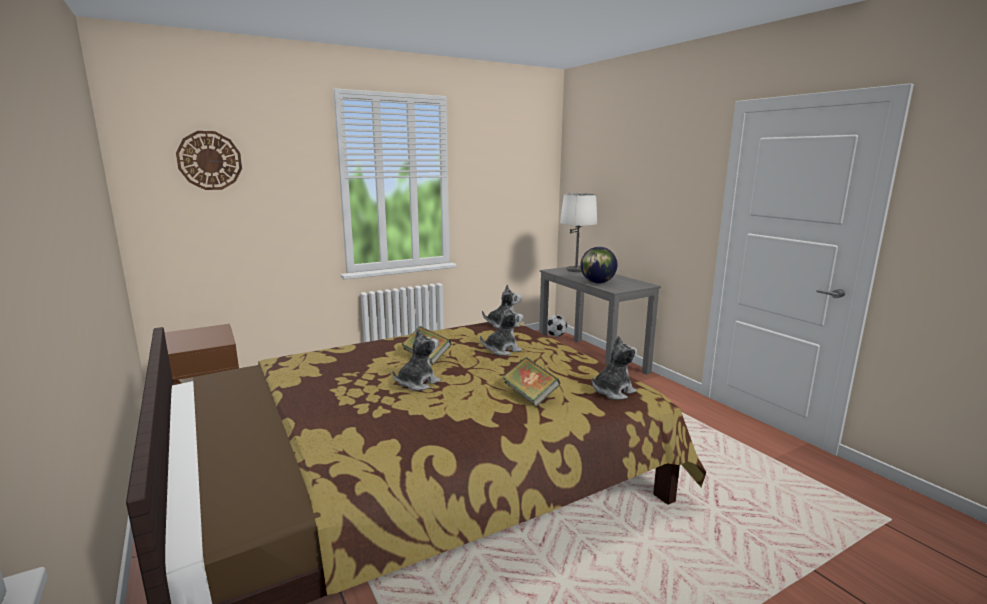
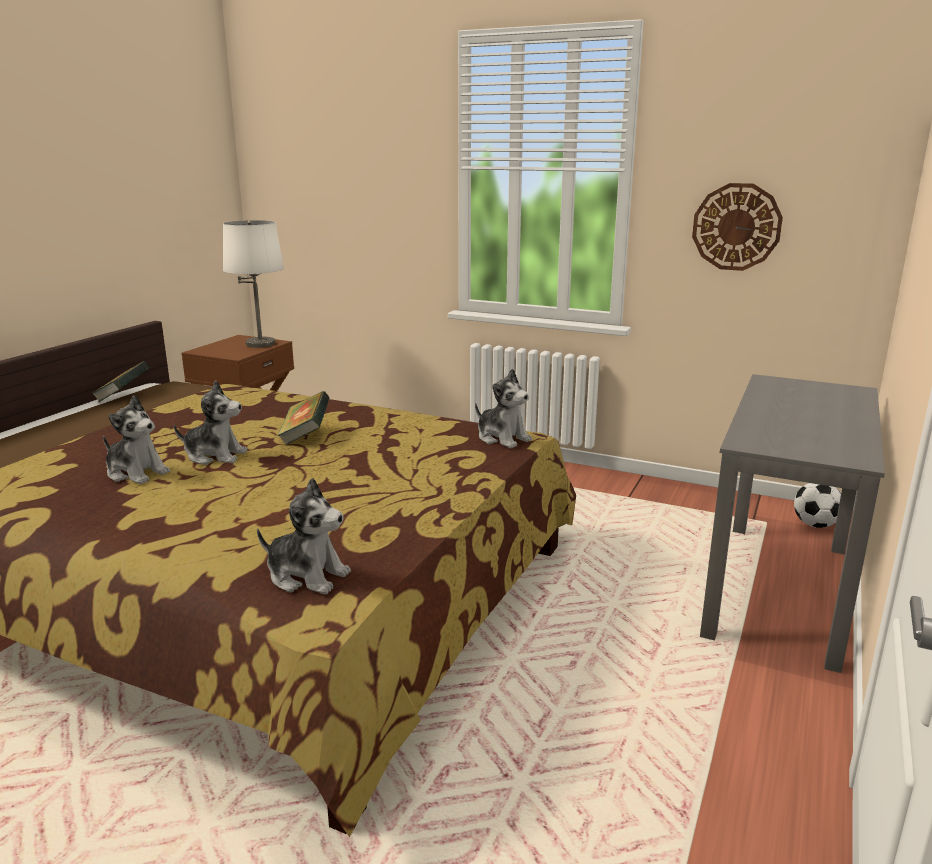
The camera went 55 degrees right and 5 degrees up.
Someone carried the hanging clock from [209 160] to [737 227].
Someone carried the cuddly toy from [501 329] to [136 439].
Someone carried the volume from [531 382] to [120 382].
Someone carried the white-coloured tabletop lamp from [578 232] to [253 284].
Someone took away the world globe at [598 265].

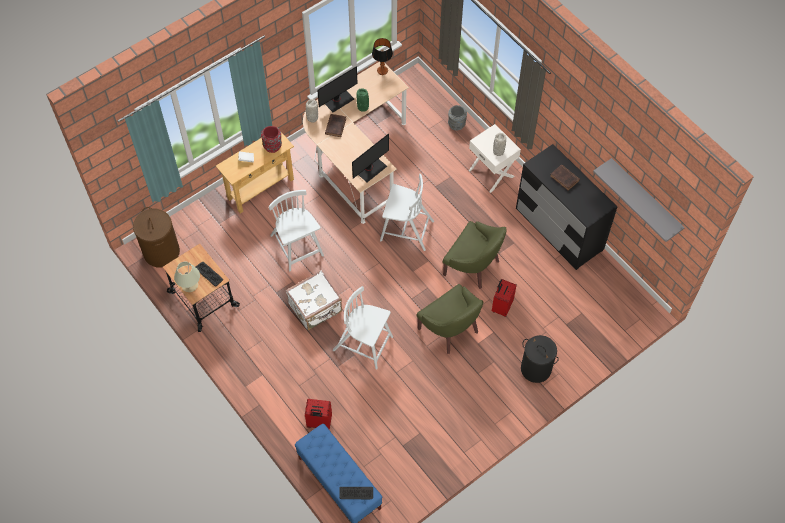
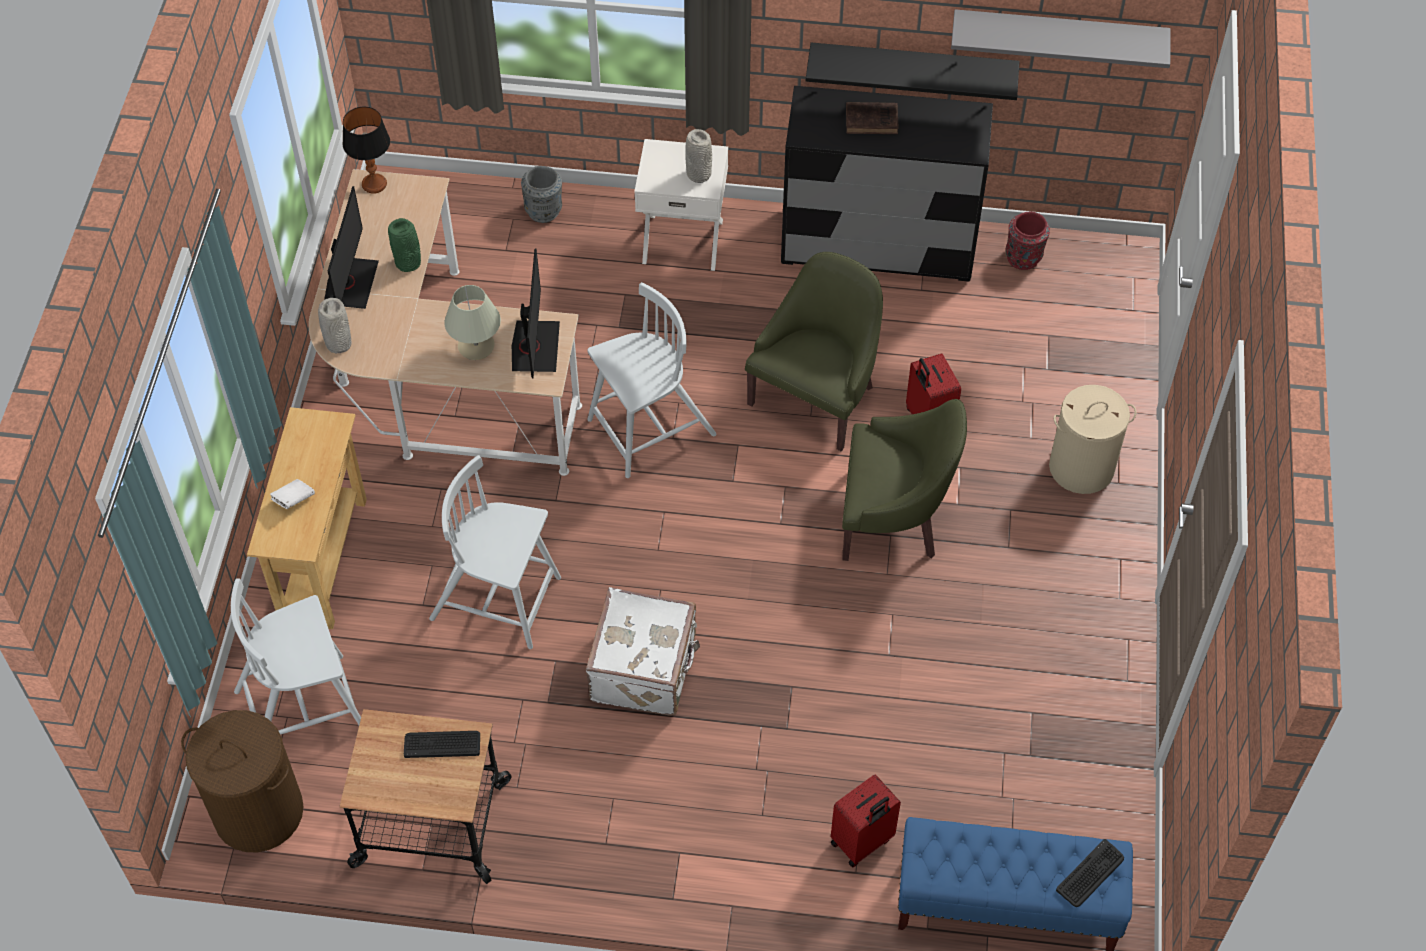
The camera went 45 degrees left and 5 degrees down.
Someone carried the beige tabletop lamp from [187 277] to [472 322].
Someone carried the reddish vase from [271 139] to [1027 241].
Someone took away the brown volume at [335 125].
Someone carried the white-coloured chair from [363 327] to [296 656].
Someone rotated the green-coloured armchair at [475 255] by 45 degrees counterclockwise.
Someone repainted the black washing basket at [540 359], which became the beige washing basket at [1092 439].
Someone put up the black bracket shelf at [912 71].

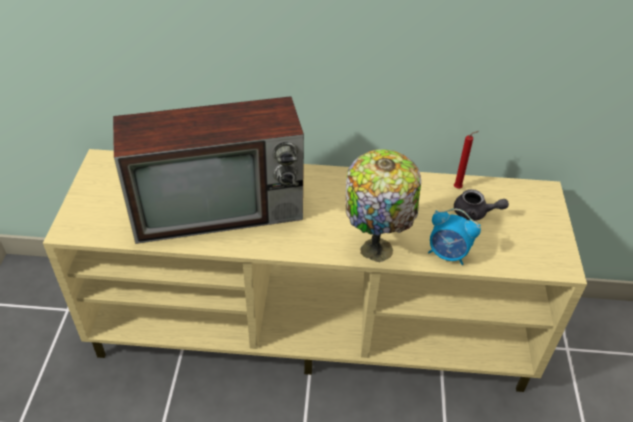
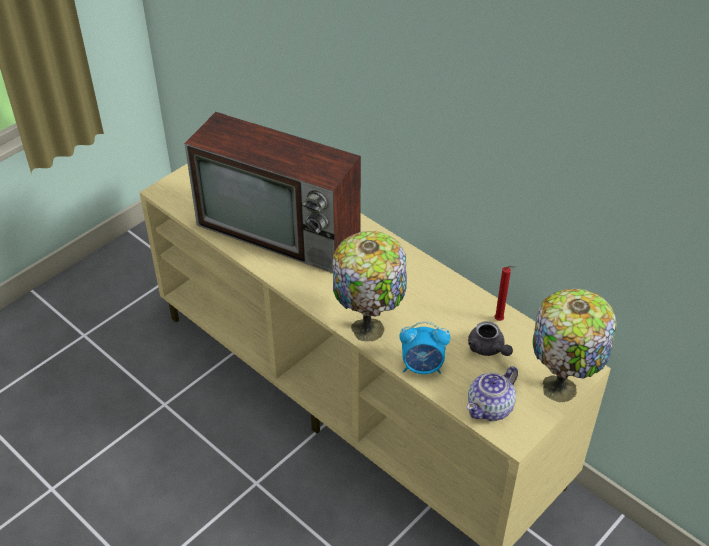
The camera went 40 degrees right and 0 degrees up.
Someone rotated the table clock at [454 237] by 60 degrees counterclockwise.
Someone put down the pot for tea at [492 393].
Someone put down the tabletop lamp at [574 345].

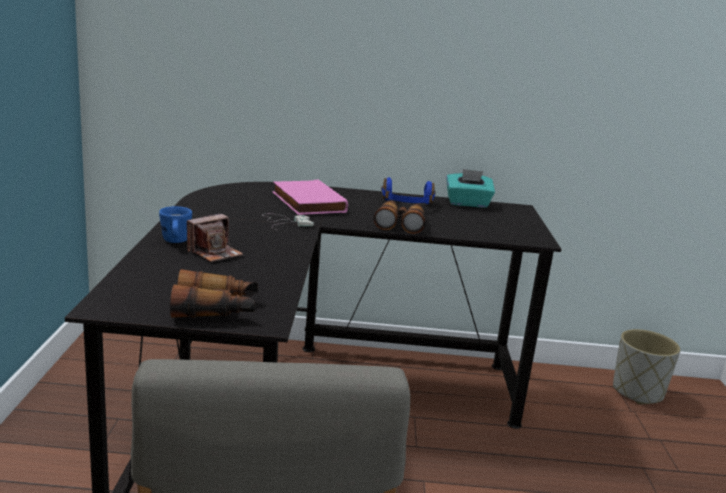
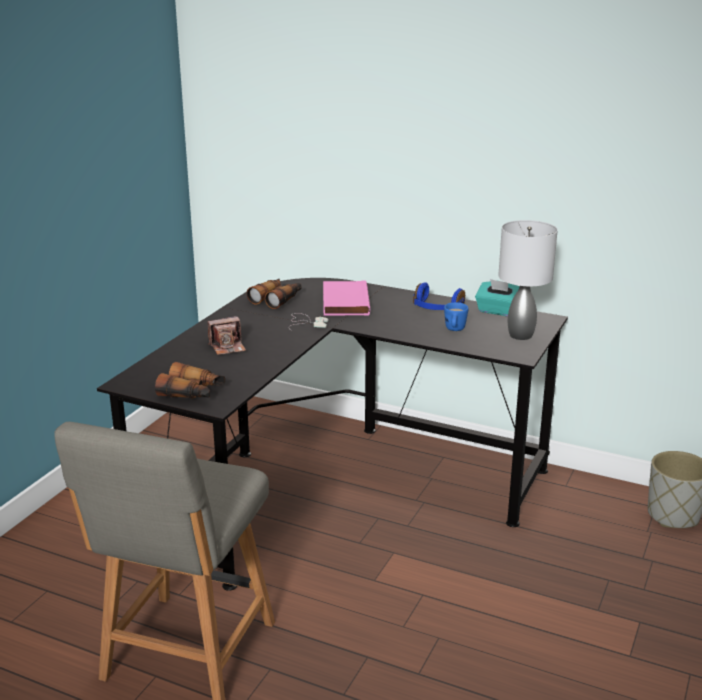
The camera went 25 degrees right and 5 degrees up.
Someone carried the blue tea mug from [175 224] to [456 316].
Someone carried the binoculars from [399 217] to [274 294].
Someone put down the gray tabletop lamp at [528 280].

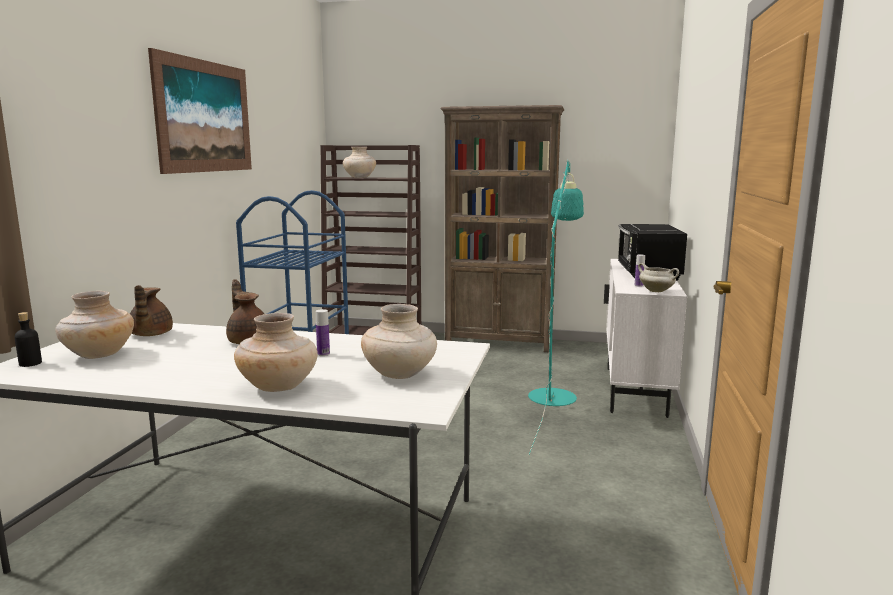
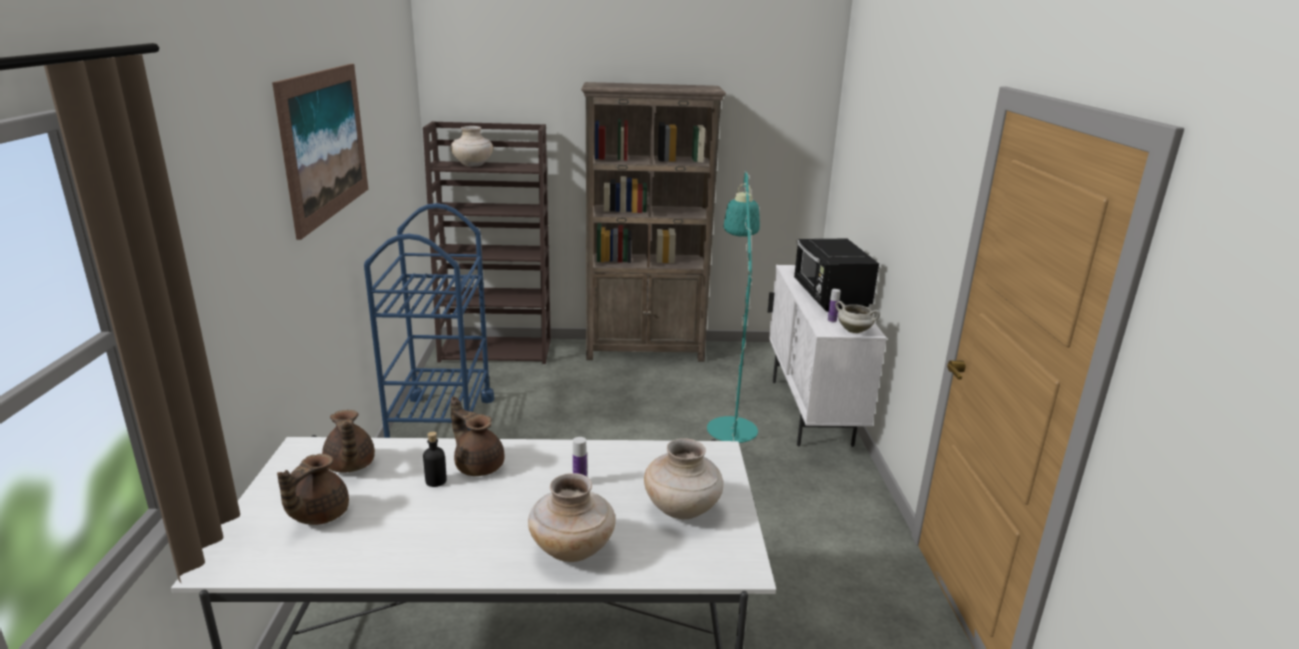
The camera went 15 degrees left and 10 degrees up.
Someone carried the black drink bottle from [28 339] to [435 459].
Someone swapped the beige vase at [94 325] for the brown pot for tea at [313 489].

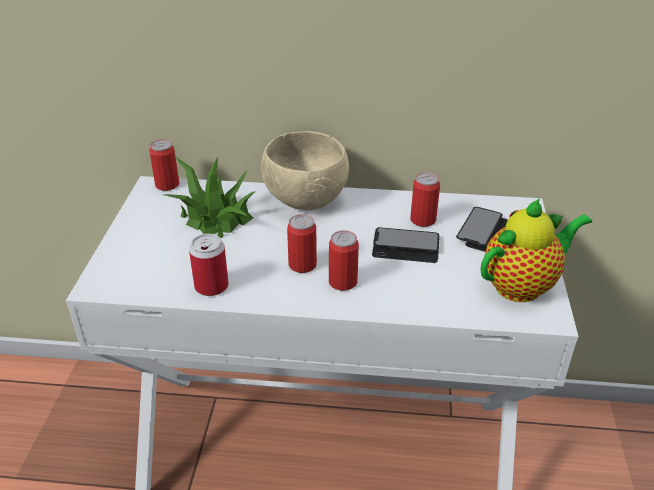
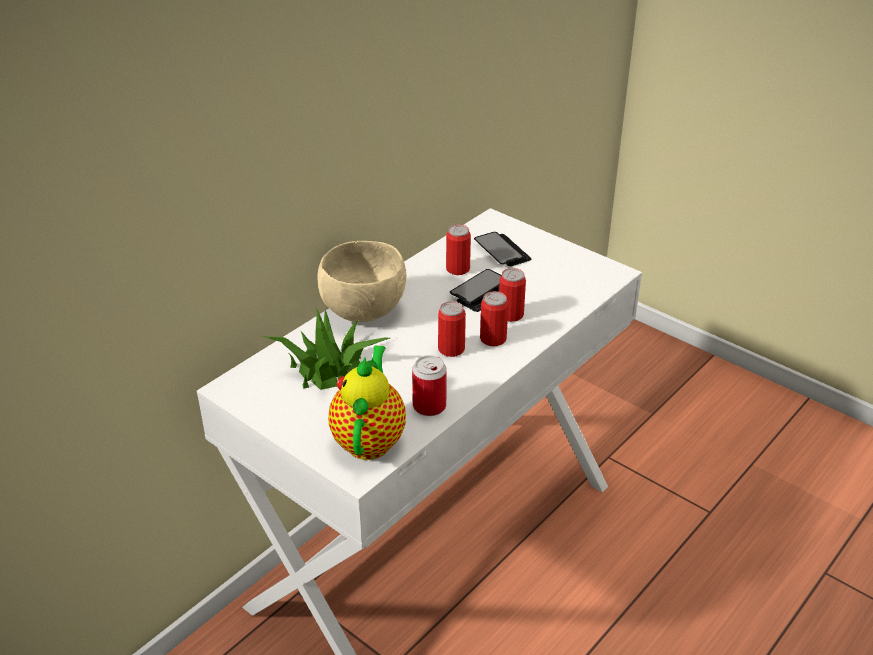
The camera went 55 degrees left and 0 degrees up.
Someone carried the sealed can from [164 165] to [512 295].
Someone carried the pot for tea from [536 250] to [367 402].

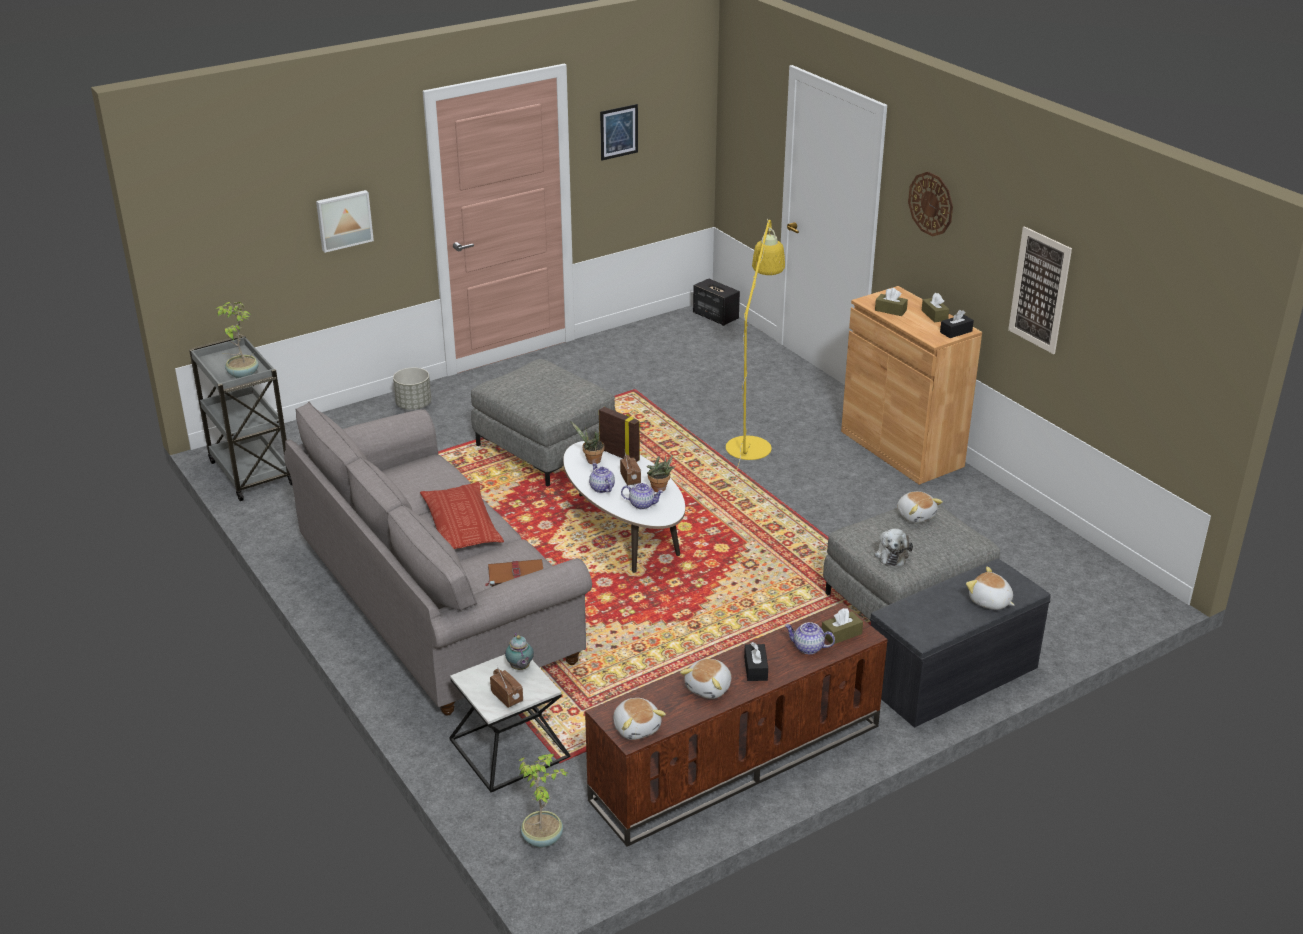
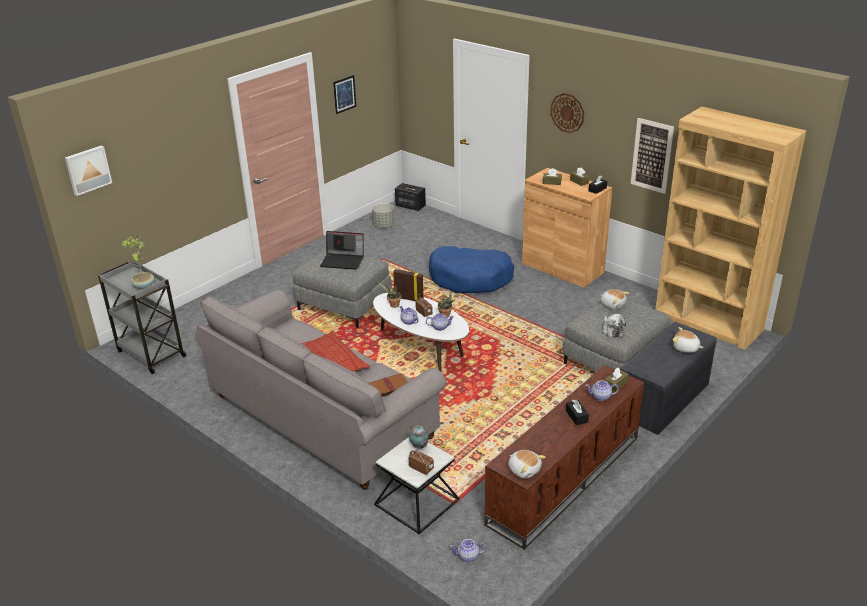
The camera went 15 degrees left and 0 degrees up.
Someone carried the wall picture from [345 221] to [88 170].
Someone carried the gray planter from [412 389] to [383 215].
Someone swapped the houseplant at [544 800] for the pot for tea at [468 550].
Someone took away the cuddly toy at [705 679].
Someone swapped the yellow standing lamp at [755 347] for the blue dog bed at [472 269].
Someone put down the laptop at [342 250].
Someone put down the brown shelving unit at [730 228].

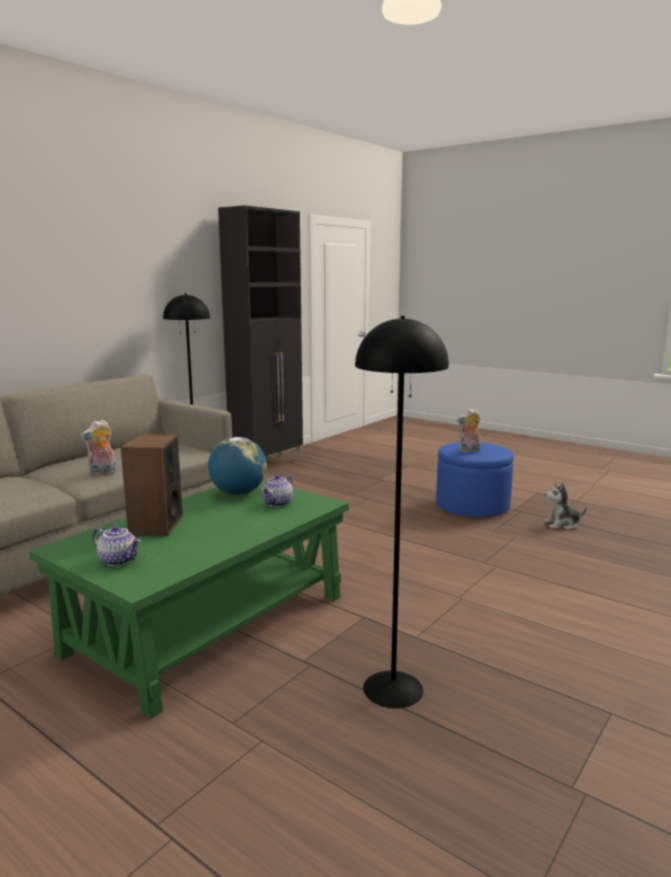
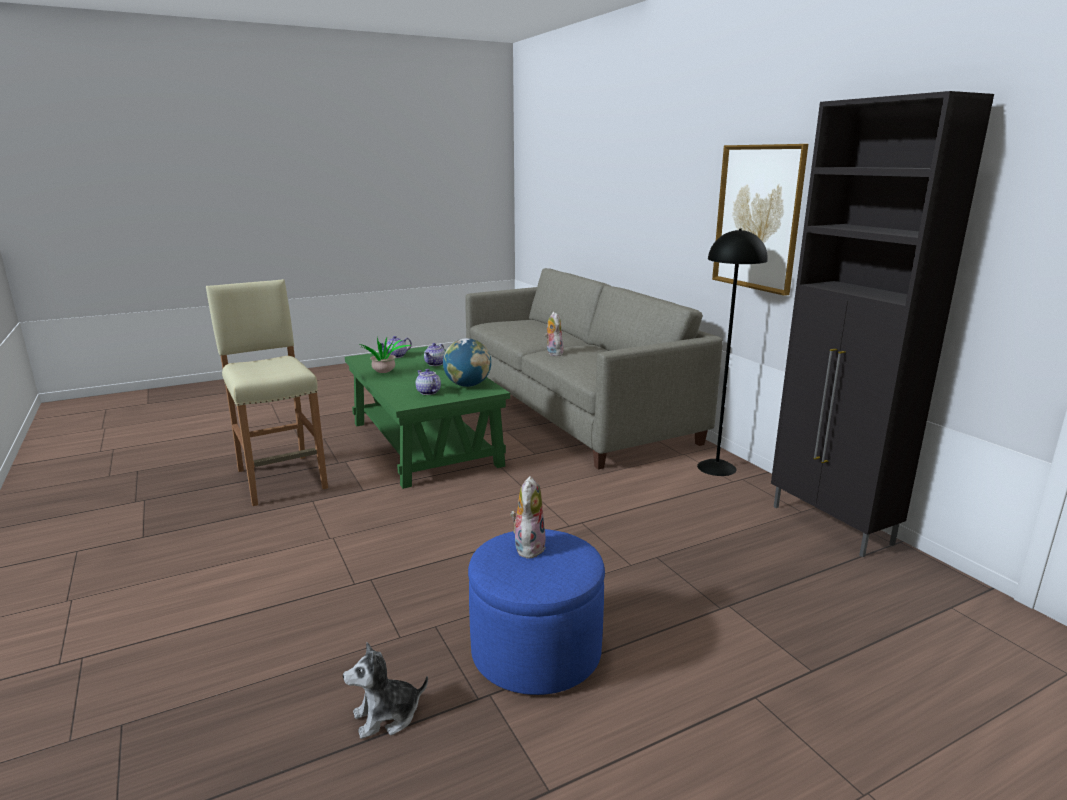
The camera went 115 degrees right and 5 degrees up.
Someone swapped the speaker at [152 485] for the pot for tea at [434 354].
Someone swapped the black standing lamp at [402 512] for the beige sitting stool at [267 392].
Someone rotated the cuddly toy at [565 506] by 135 degrees counterclockwise.
Someone put down the houseplant at [385 355].
Someone put up the wall picture at [760 220].

